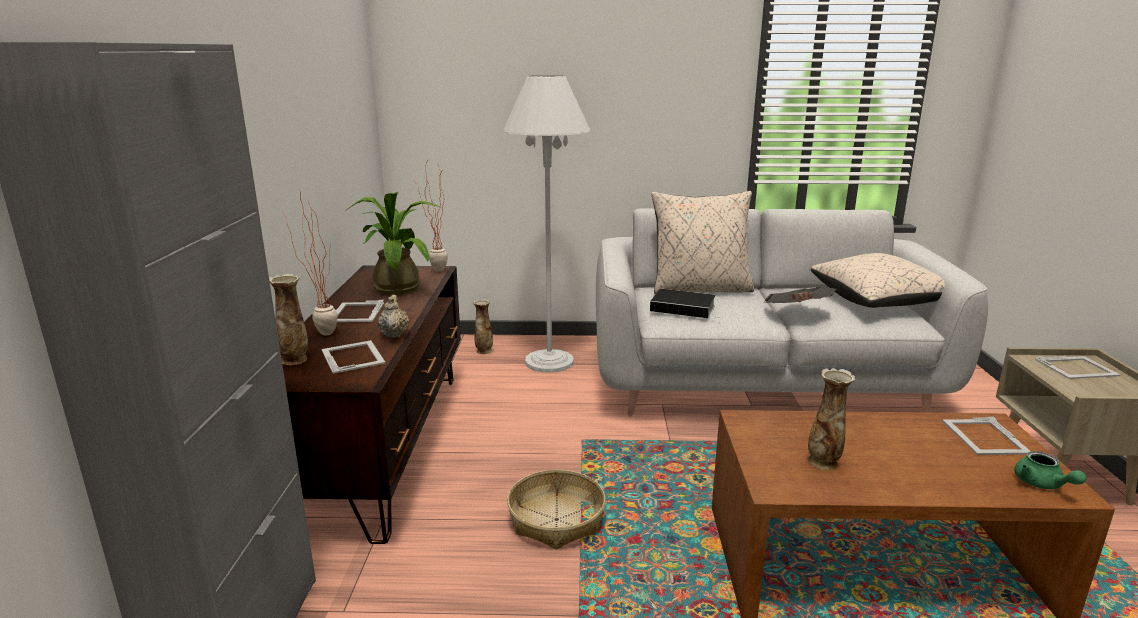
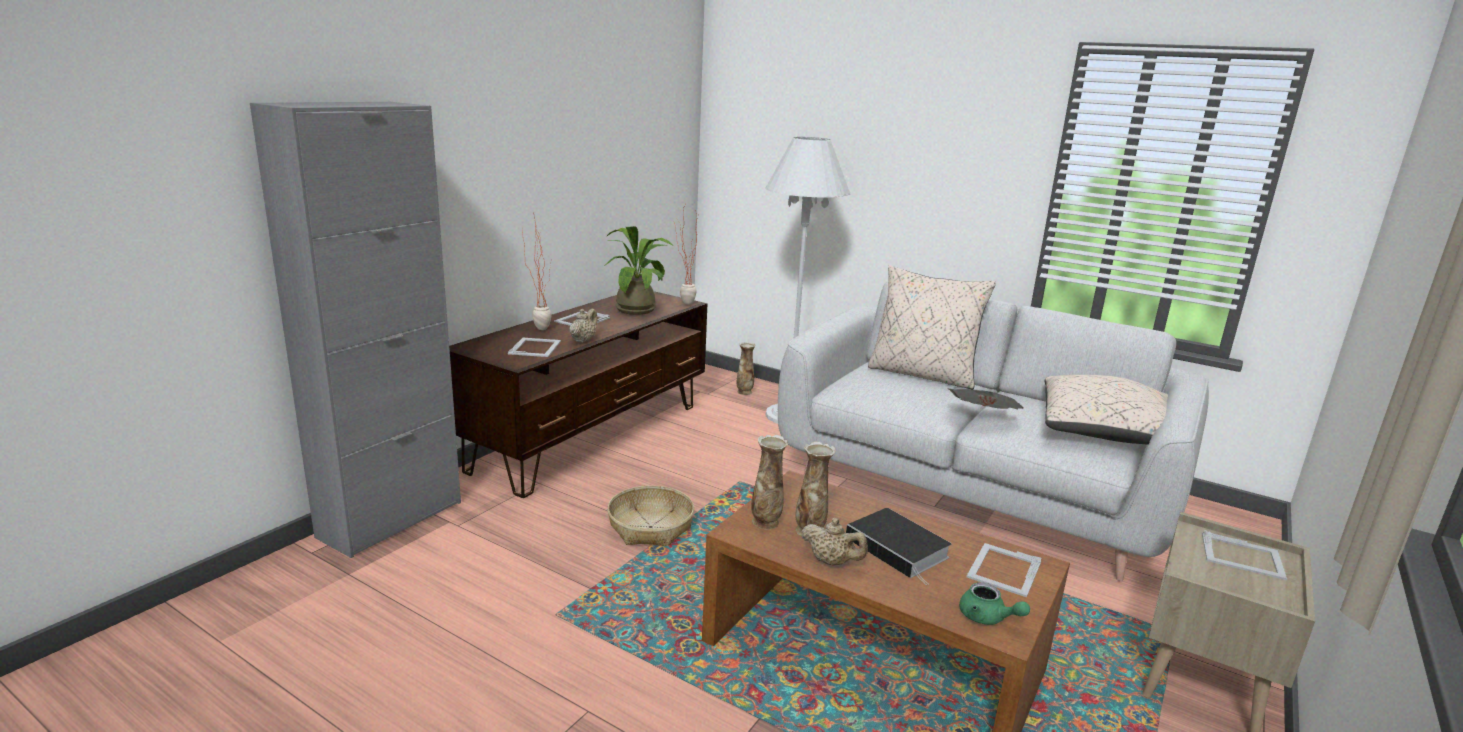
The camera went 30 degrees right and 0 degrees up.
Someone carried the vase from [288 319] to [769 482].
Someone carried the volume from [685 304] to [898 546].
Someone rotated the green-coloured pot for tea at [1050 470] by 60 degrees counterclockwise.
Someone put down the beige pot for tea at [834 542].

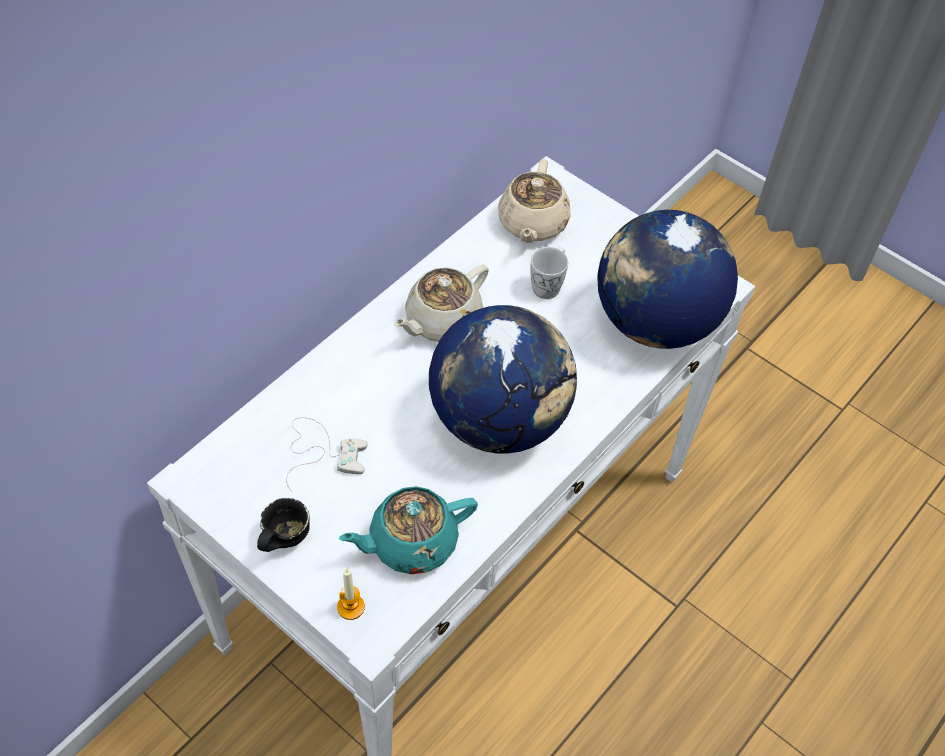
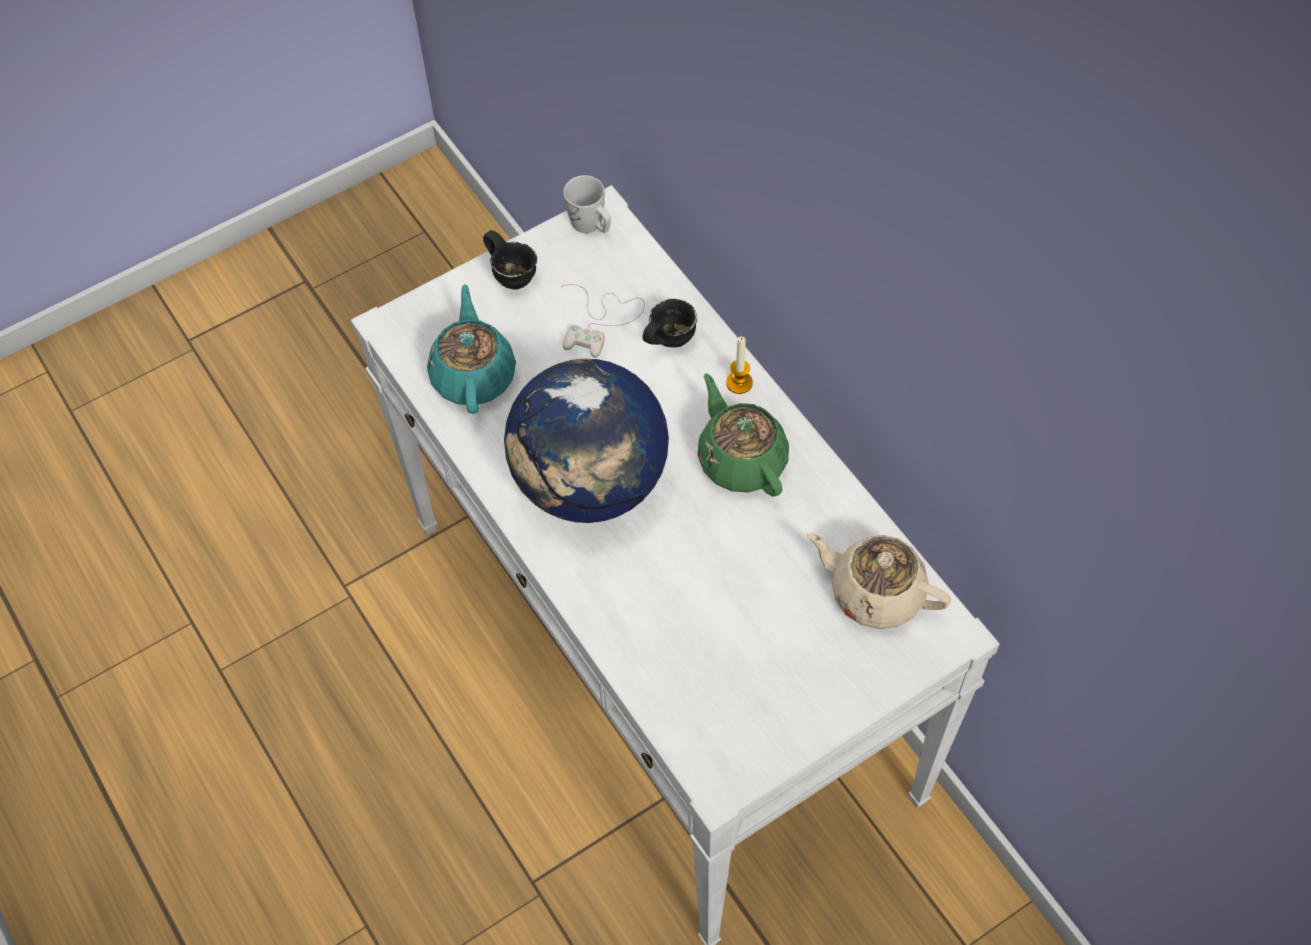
The camera went 110 degrees right and 5 degrees up.
Someone carried the candle from [351 594] to [739 365].
Someone repainted the beige pot for tea at [441 303], which became the green-coloured pot for tea at [743 434].
Someone carried the white-coloured tea mug from [549 273] to [587 204].
Someone took away the world globe at [667 279].
Someone put down the black tea mug at [669 323].

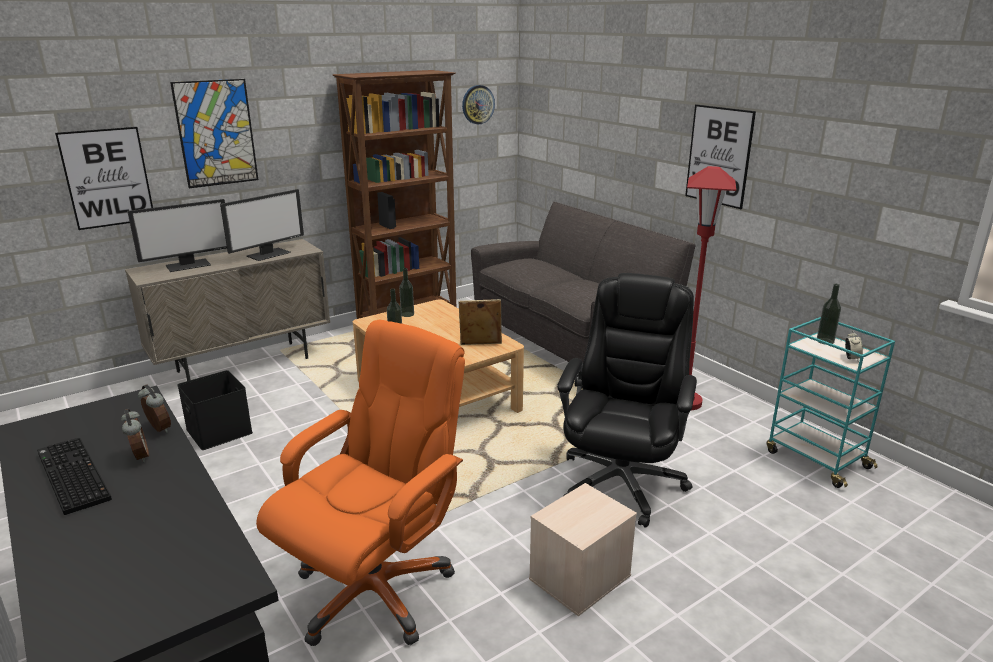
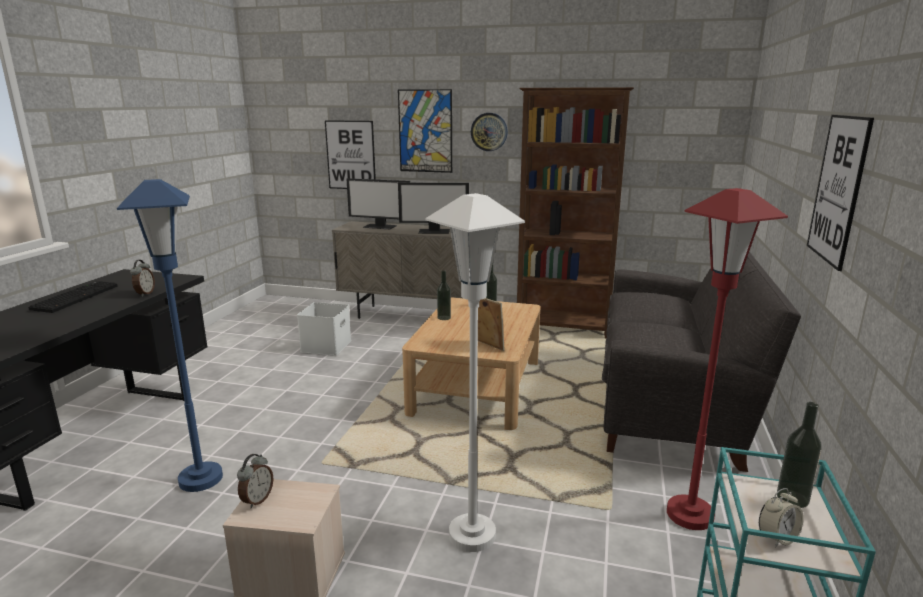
The camera went 50 degrees right and 5 degrees down.
Someone carried the table clock from [135 435] to [255 481].
Someone repainted the black storage container at [215 410], which became the white-coloured storage container at [324 329].
Someone swapped the orange office chair at [360 483] for the blue standing lamp at [170 335].
Someone carried the hanging clock from [478 104] to [489 132].
Someone swapped the black office chair at [627 400] for the white-coloured standing lamp at [475 372].

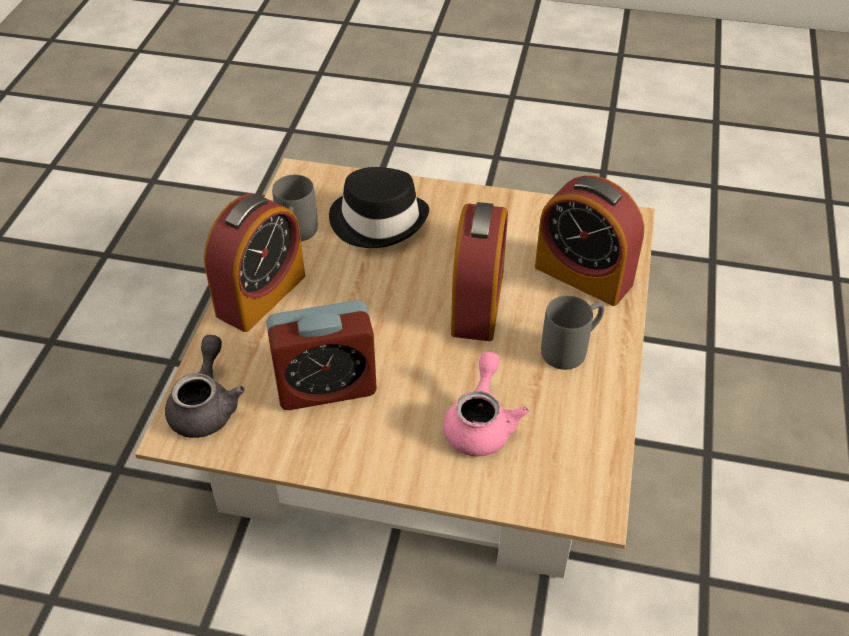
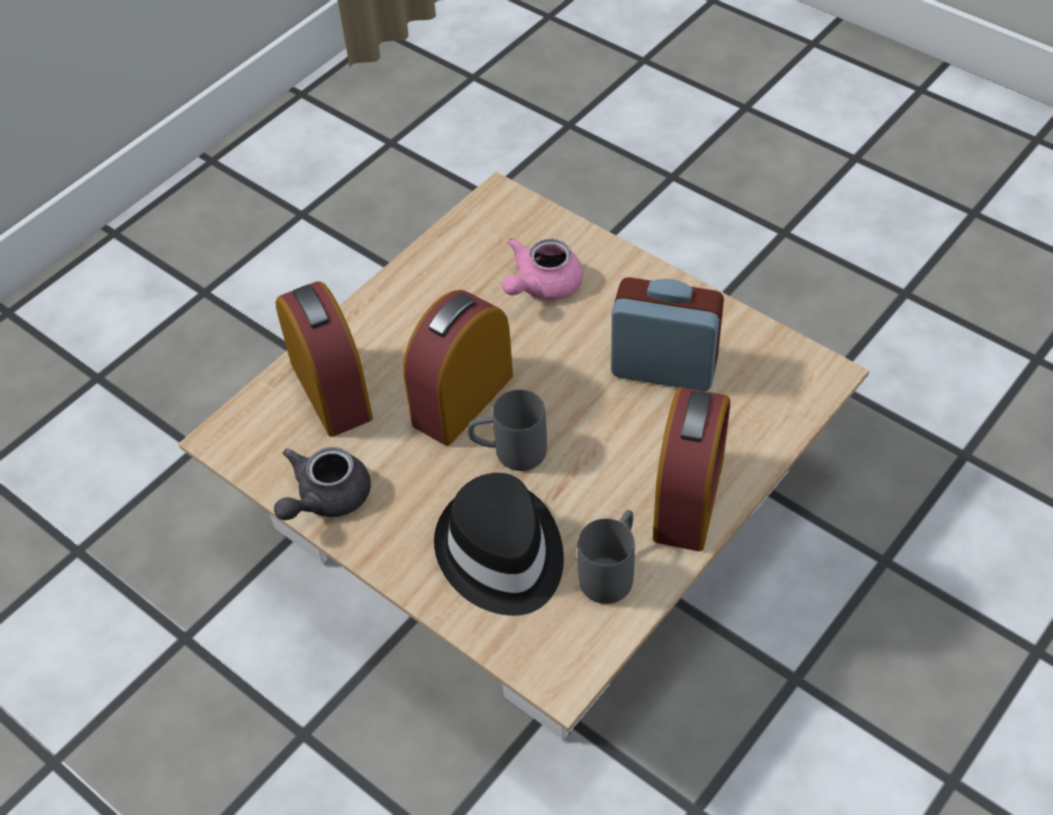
The camera went 150 degrees left and 5 degrees up.
Someone carried the gray pot for tea from [205 386] to [322 483].
Someone rotated the table clock at [254 263] by 135 degrees clockwise.
Someone carried the gray tea mug from [572 332] to [507 430].

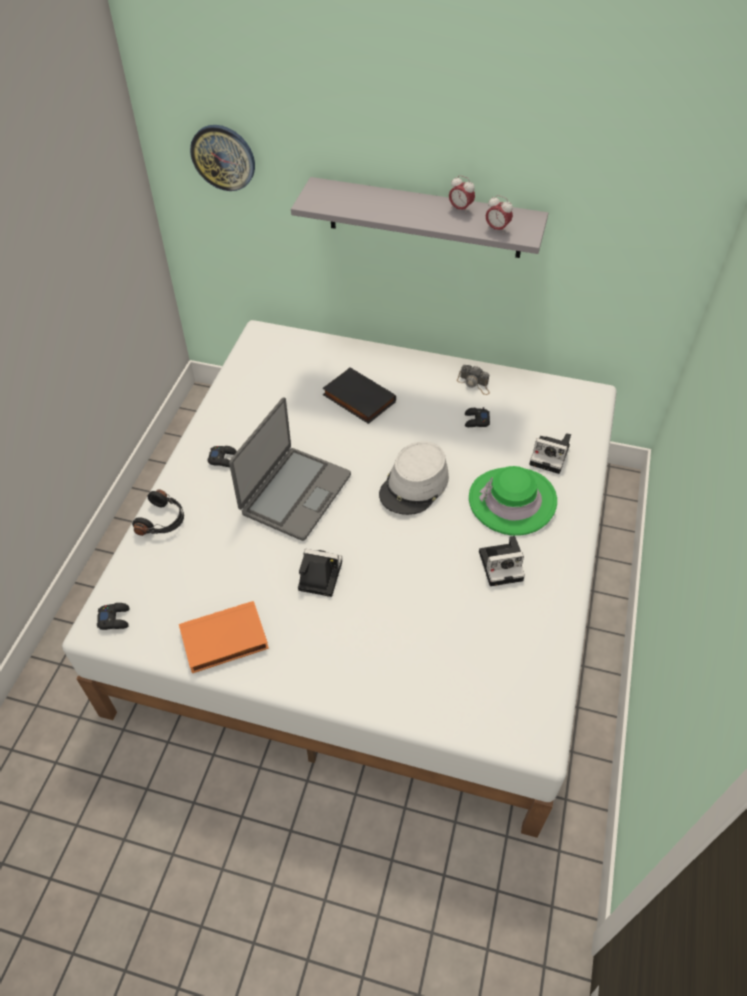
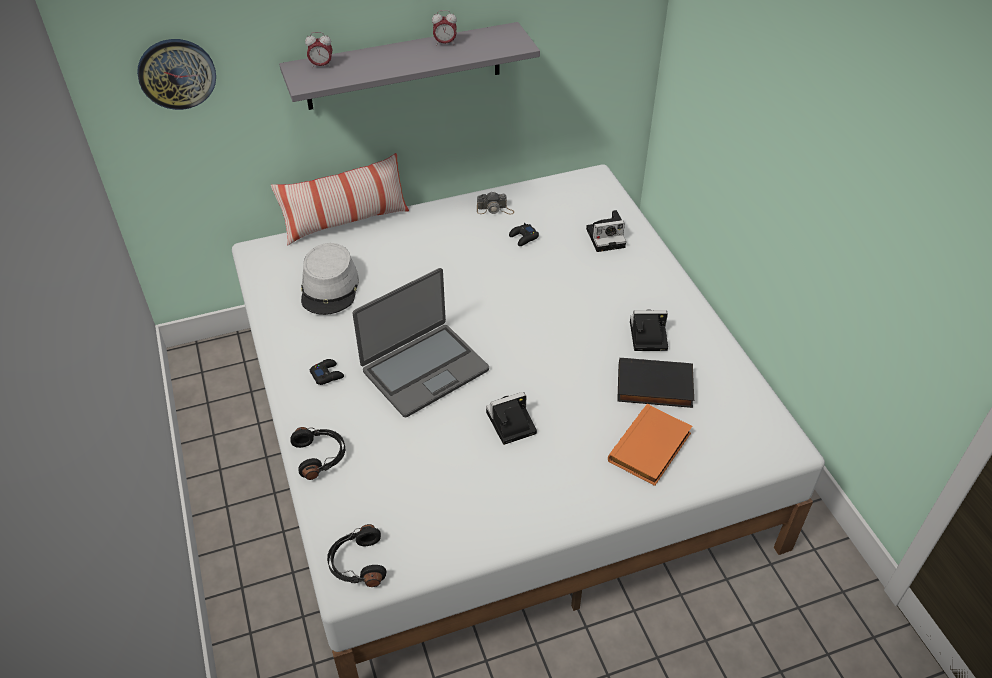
The camera went 35 degrees left and 5 degrees down.
Someone swapped the black gamepad at [113 616] for the black headset at [356 555].
Someone carried the orange volume from [224 637] to [650 445].
Someone rotated the laptop at [290 469] by 60 degrees clockwise.
Someone carried the black volume from [359 395] to [655 383].
Someone carried the gray hat from [414 478] to [330 279].
Someone took away the green-coloured hat at [513 501].
Someone rotated the still camera at [502 561] by 135 degrees counterclockwise.
Someone carried the table clock from [499 214] to [318 50].
Someone put down the pillow at [340 199].

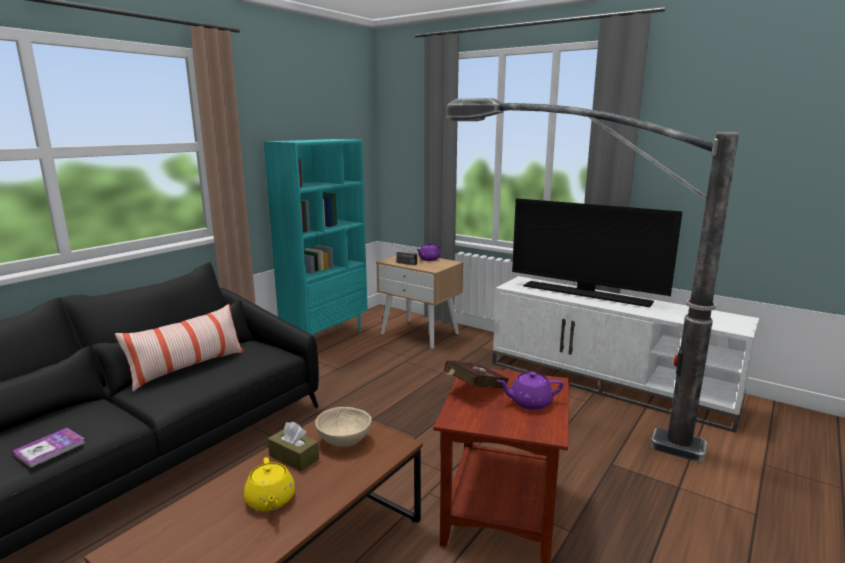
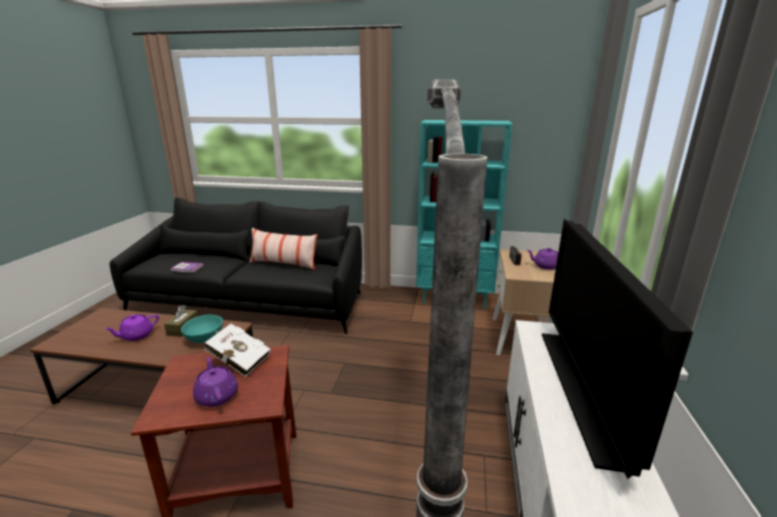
The camera went 65 degrees right and 5 degrees up.
Someone repainted the yellow pot for tea at [269 484], which became the purplish pot for tea at [132 327].
Someone repainted the beige deep dish at [343 427], which became the blue-green deep dish at [202 329].
Someone repainted the reddish volume at [476 374], which became the white-coloured volume at [237 350].

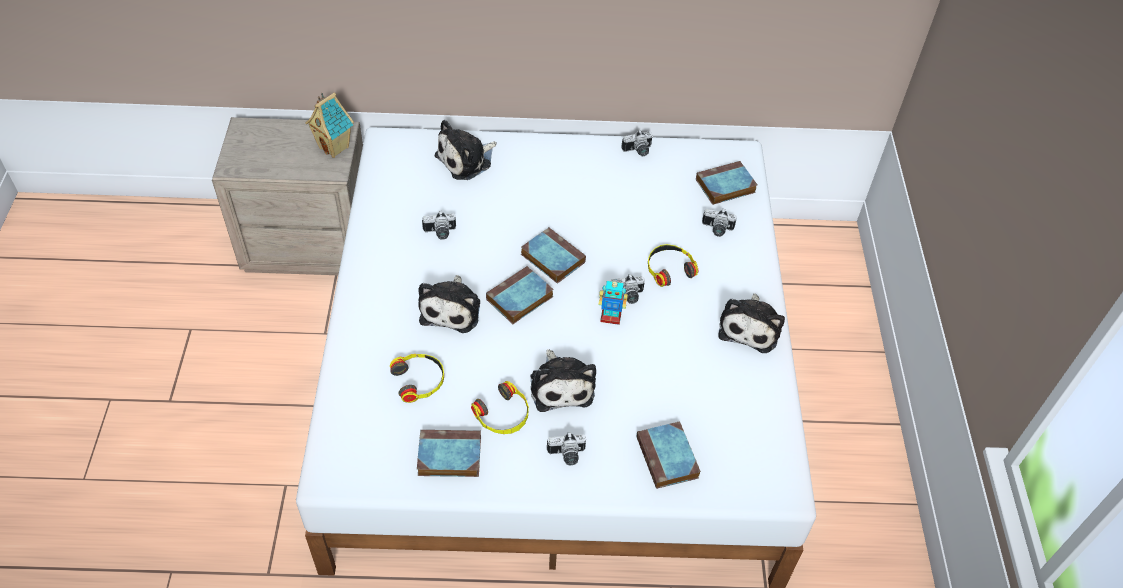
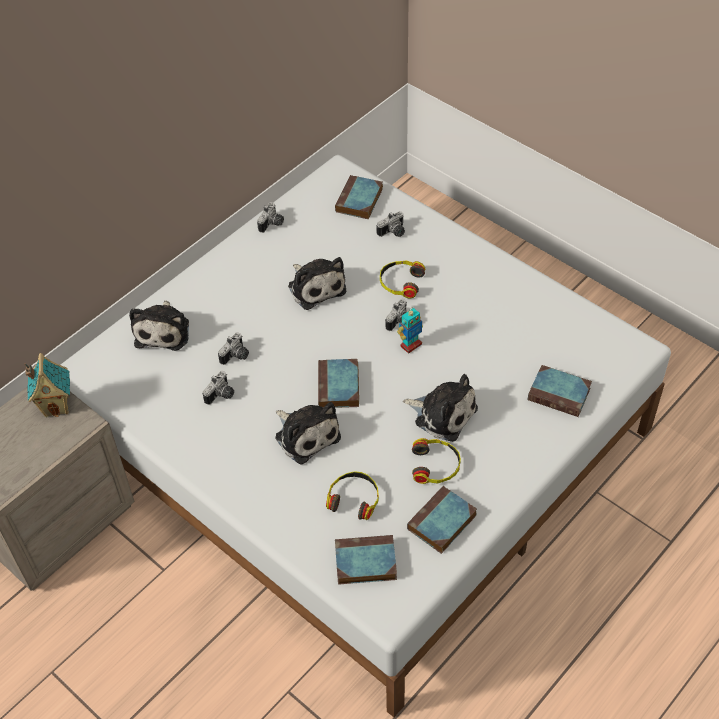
The camera went 45 degrees left and 0 degrees up.
Someone carried the volume from [553 255] to [366 560].
Someone carried the still camera from [566 448] to [233 348].
Someone carried the cuddly toy from [751 323] to [317 283].

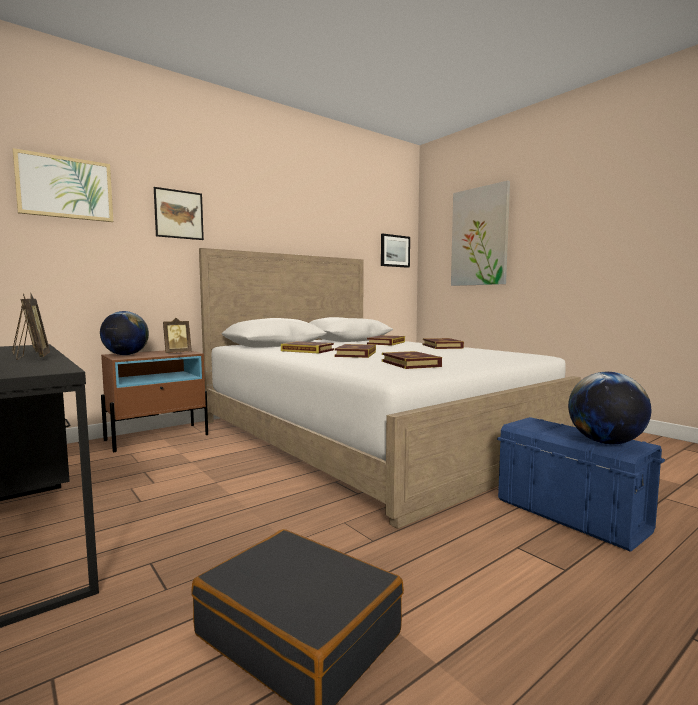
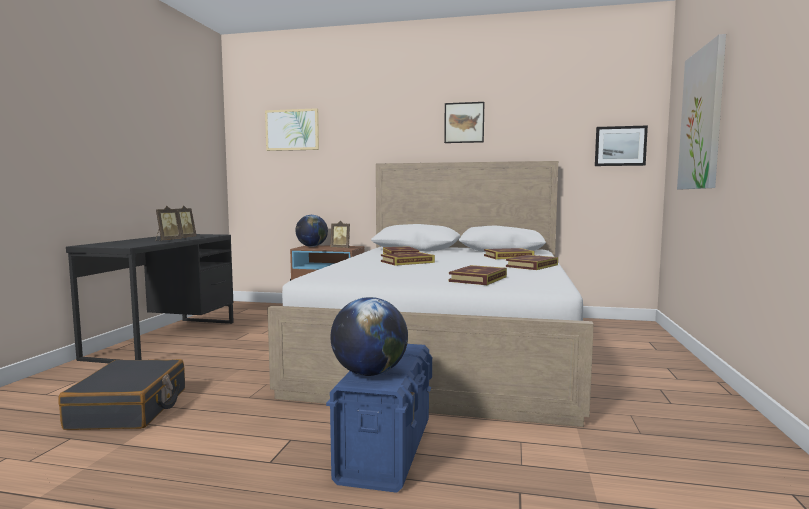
The camera went 50 degrees right and 0 degrees up.
Someone carried the wall picture from [179 213] to [464 122].
Someone carried the volume from [412 360] to [478 275].

